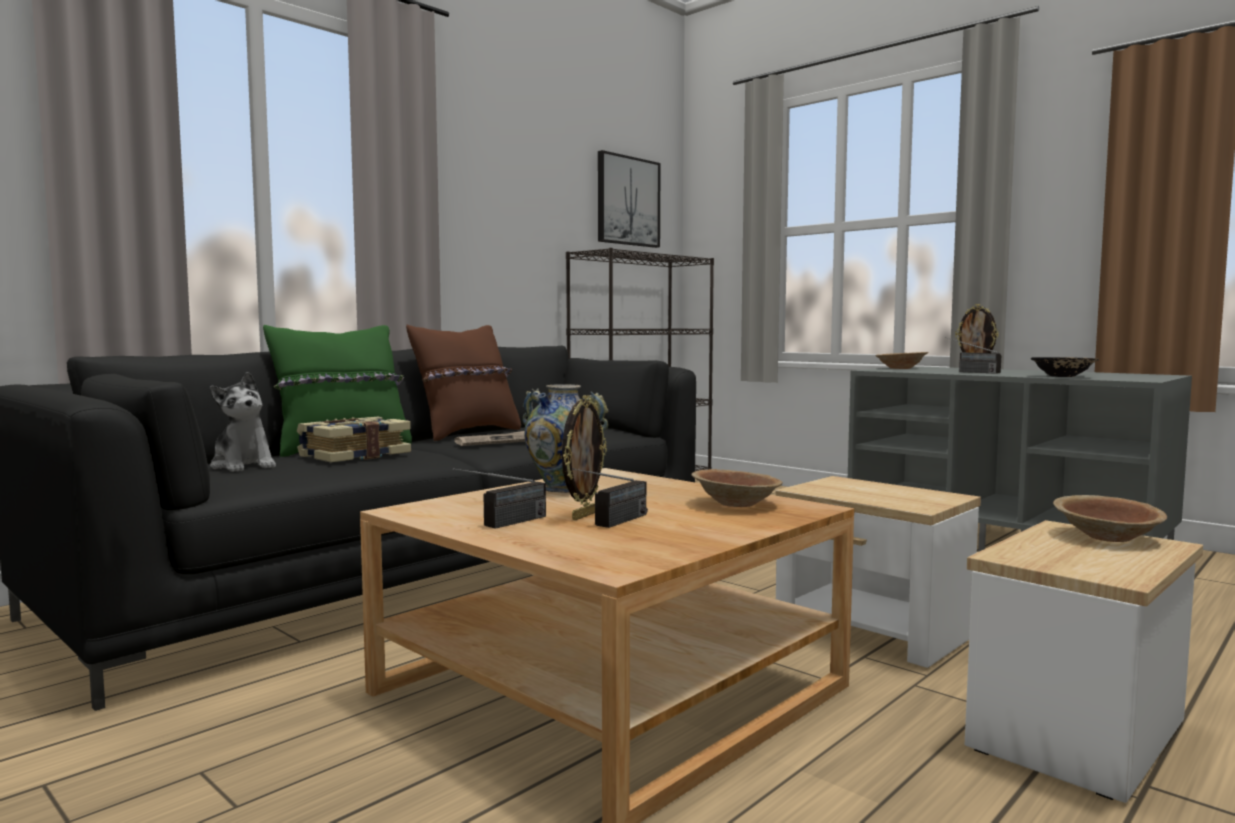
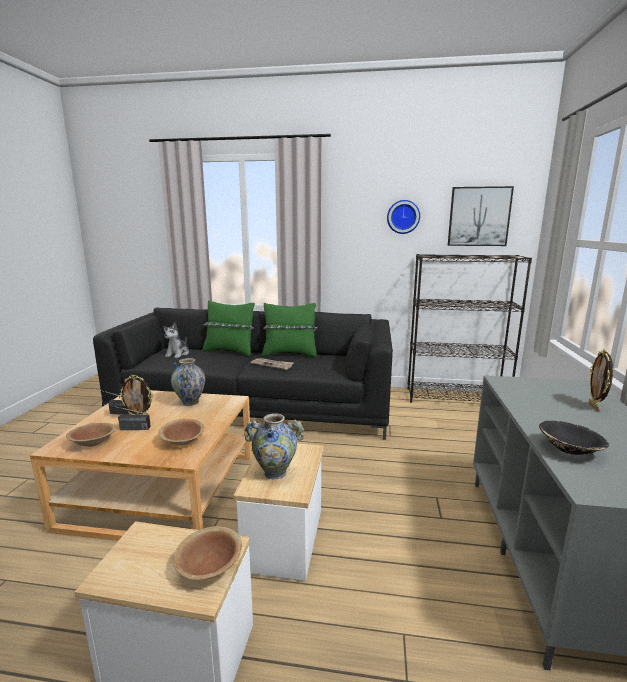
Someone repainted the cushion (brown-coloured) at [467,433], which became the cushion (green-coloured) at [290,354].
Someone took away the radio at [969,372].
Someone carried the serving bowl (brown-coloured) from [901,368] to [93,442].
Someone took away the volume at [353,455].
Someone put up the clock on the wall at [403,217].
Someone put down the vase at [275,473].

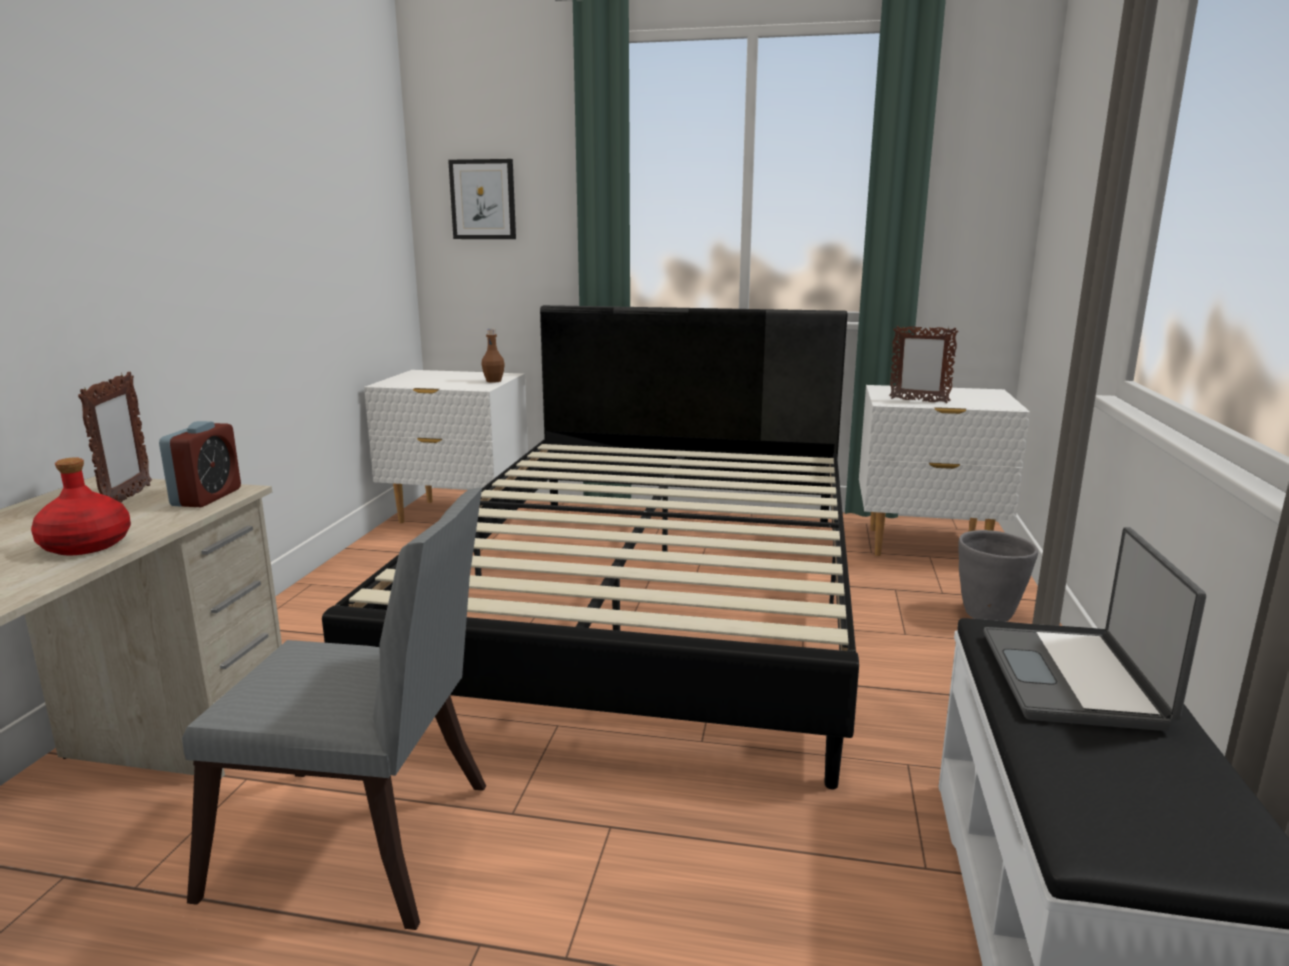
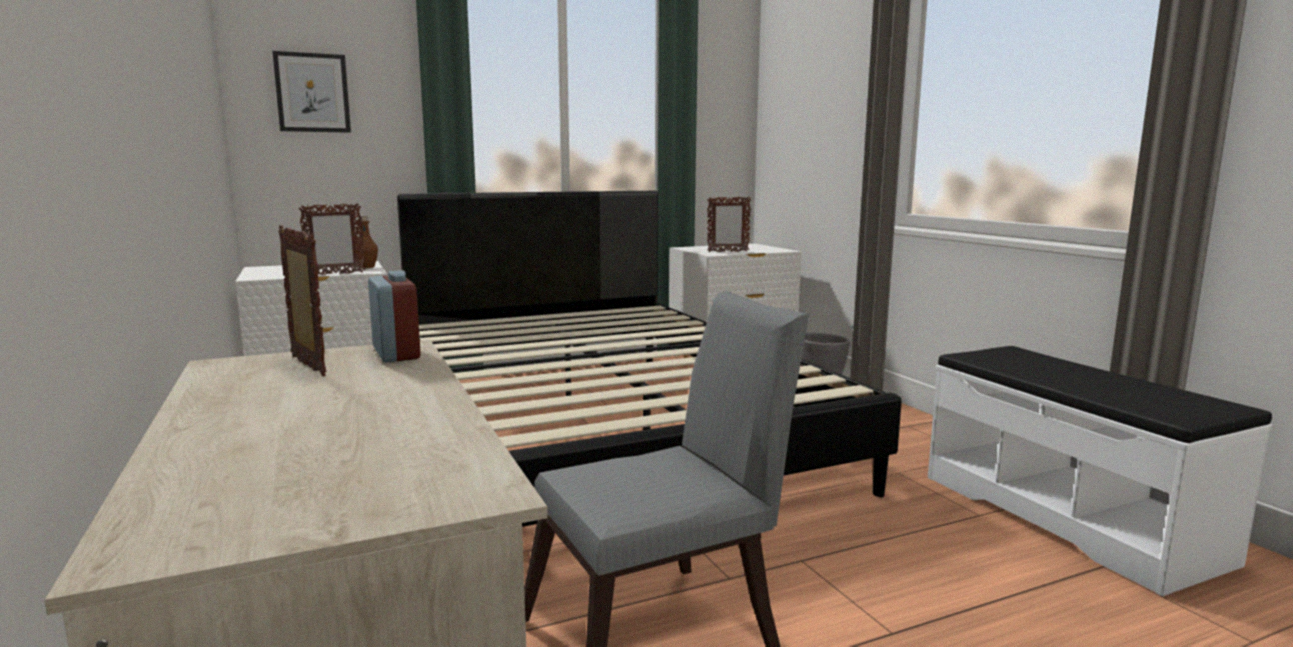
Someone took away the beverage bottle (reddish) at [87,545].
Someone took away the laptop at [1074,680].
Someone put down the picture frame at [335,274].

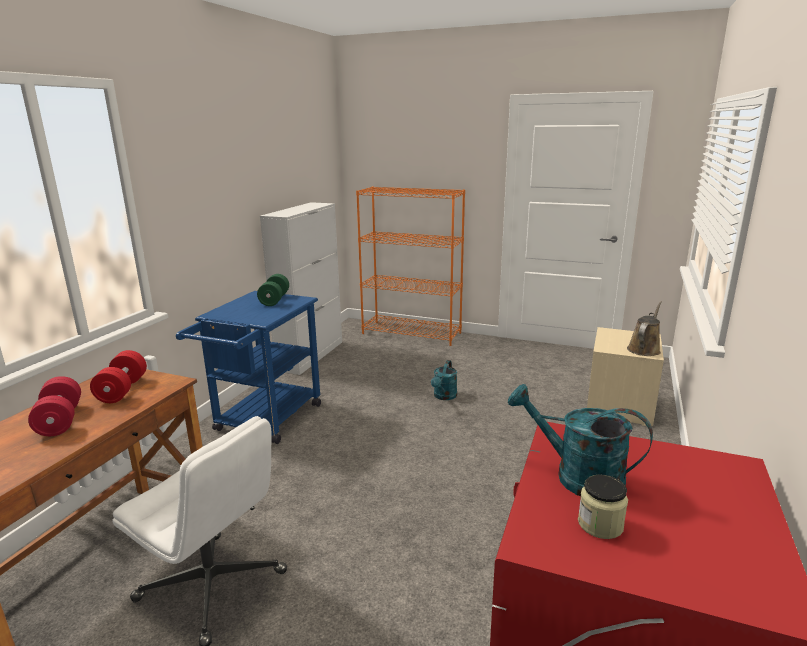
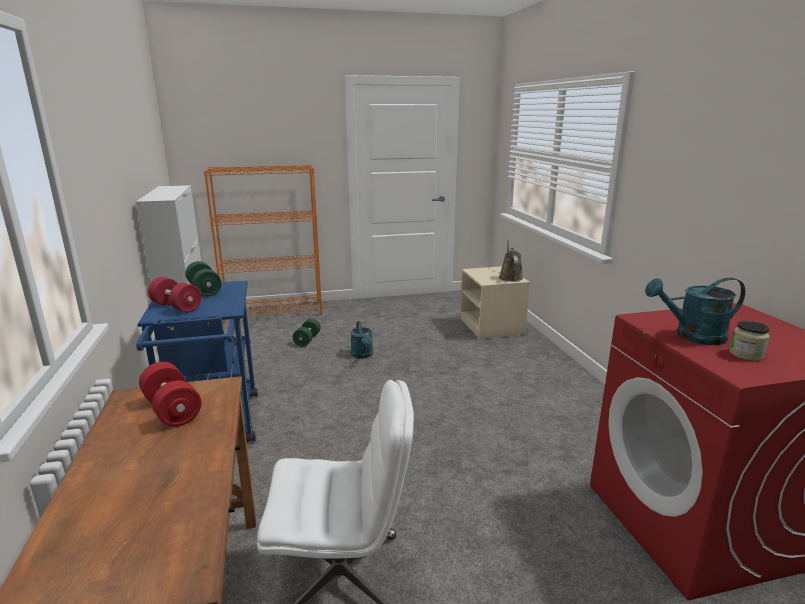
Someone carried the hand weight (reddish) from [60,420] to [176,307].
Someone put down the hand weight (green-coloured) at [307,340].

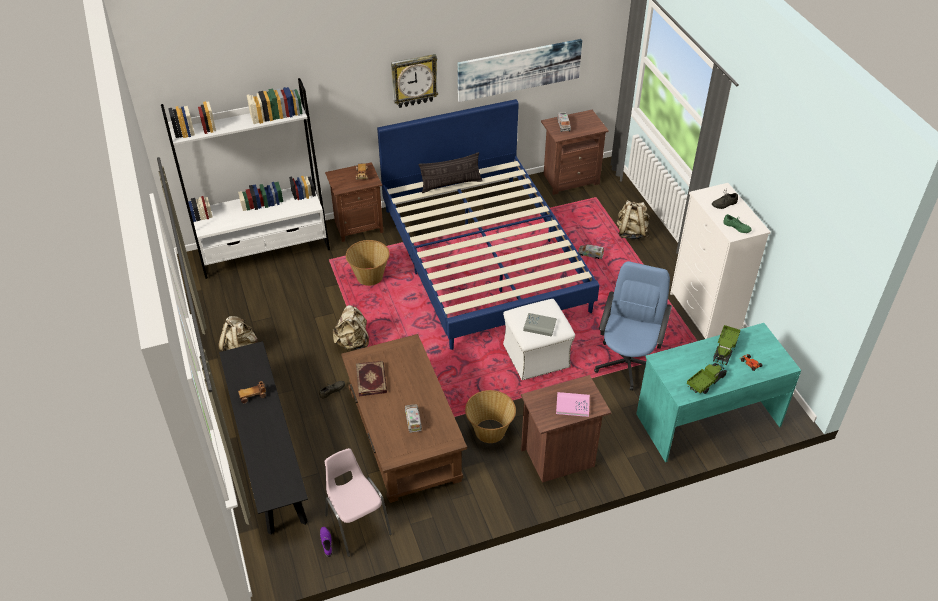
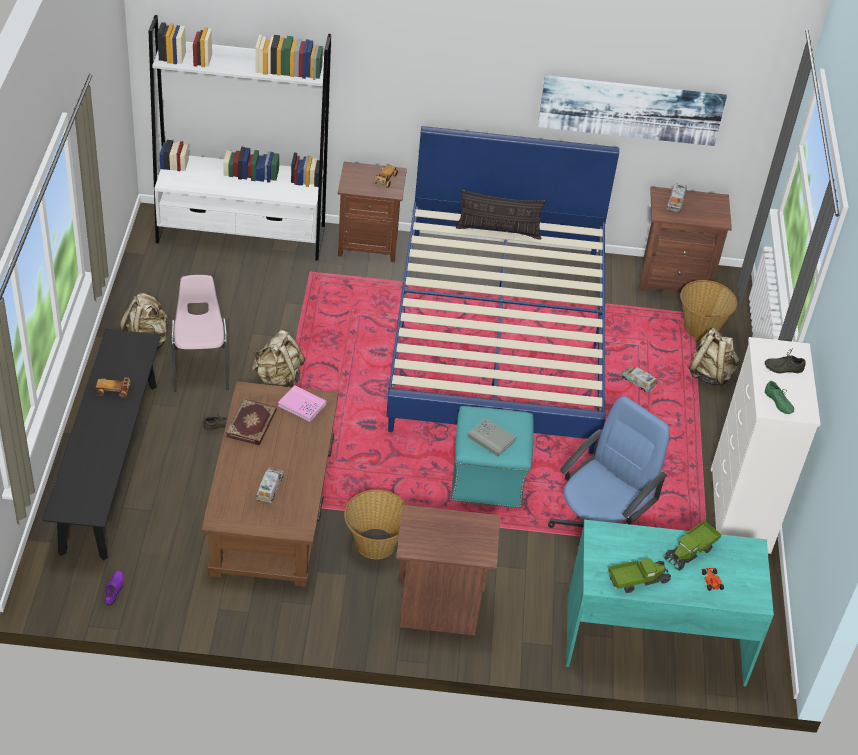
Someone took away the clock on the wall at [414,80].
Someone carried the storage basket from [369,276] to [701,328].
Someone repainted the pouffe (whitish) at [537,355], which became the pouffe (blue-green) at [489,479].
Someone carried the volume (pinkish) from [572,405] to [302,405].
Someone carried the chair (pinkish) from [357,524] to [201,368].

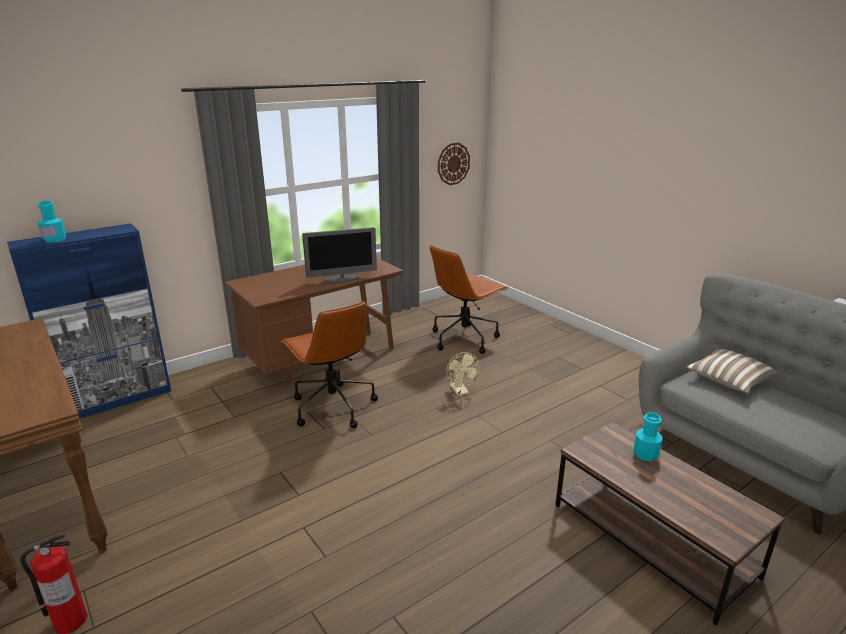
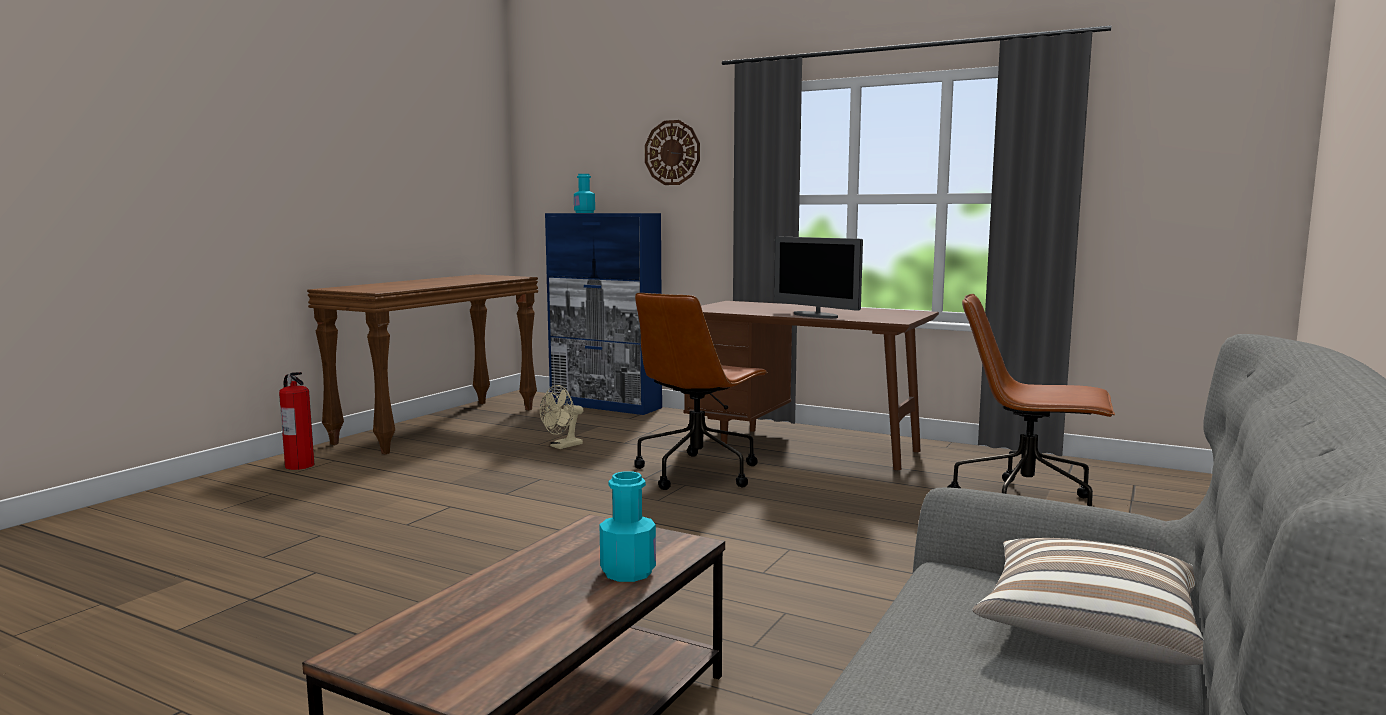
Someone carried the clock on the wall from [453,164] to [672,152].
Someone carried the fan (sand-coloured) from [460,391] to [562,446].

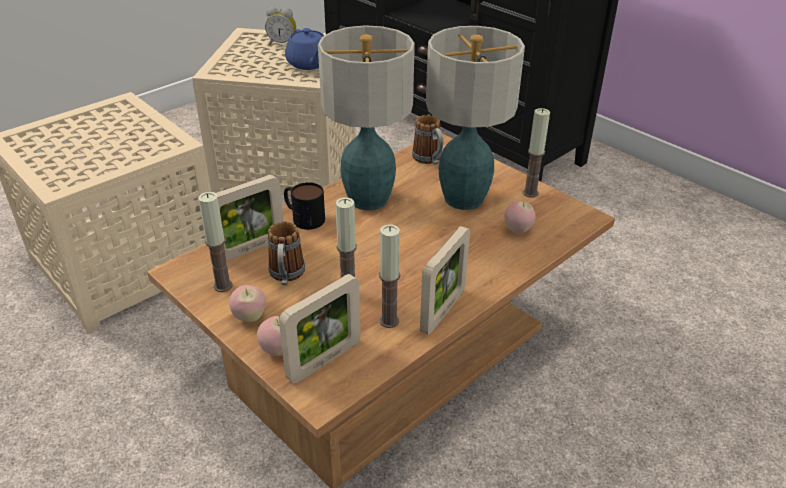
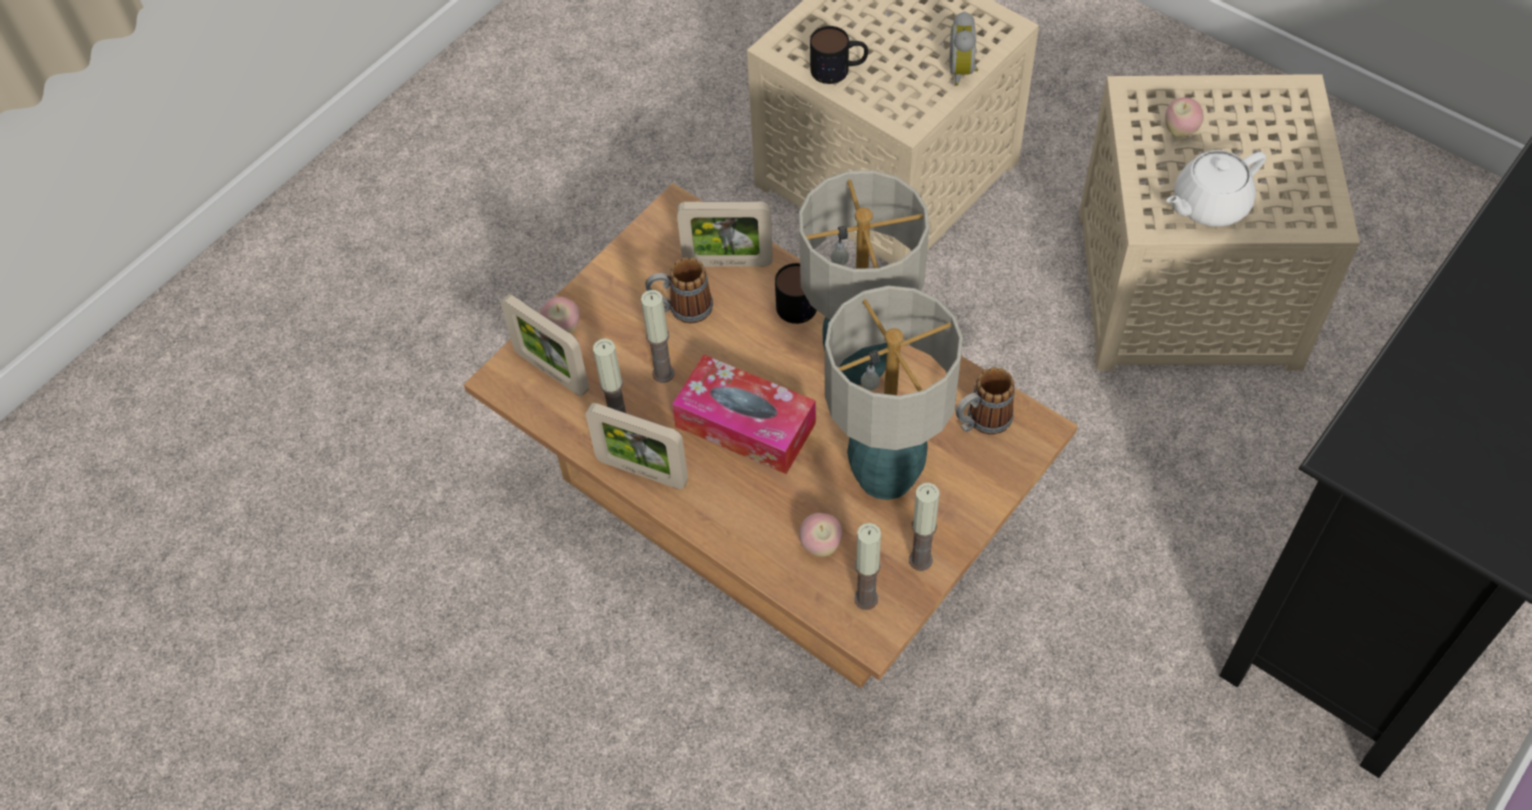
Someone carried the table clock from [282,43] to [963,71].
Someone repainted the tea pot (bluish) at [308,64], which became the tea pot (whitish) at [1208,204].
Someone rotated the picture frame at [250,248] by 45 degrees counterclockwise.
Someone carried the wax candle from [223,286] to [866,598].
Someone carried the whole apple from [249,317] to [1180,131].
Someone put down the tea mug at [839,69].
Someone put down the box of tissues at [745,425].

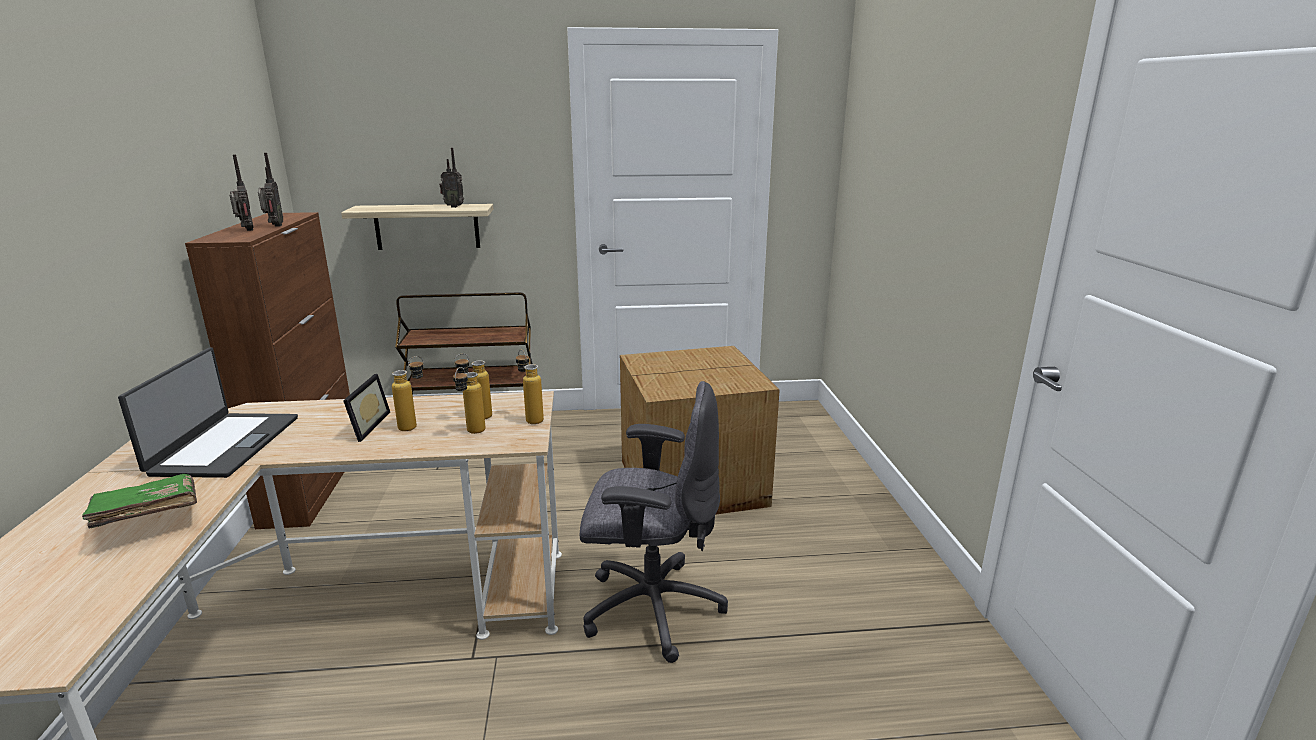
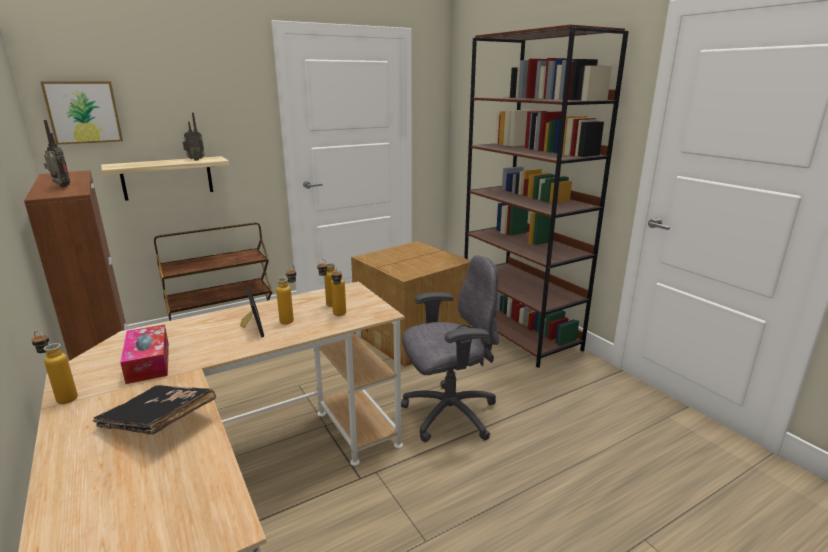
Someone took away the radio at [274,226].
Someone swapped the laptop at [224,445] for the box of tissues at [148,362].
Someone carried the beverage bottle from [531,418] to [62,397].
Someone repainted the volume (green-coloured) at [148,518], which became the volume (blackish) at [159,423].
Someone put down the bookcase (brown-coloured) at [520,334].
Someone put up the picture at [83,112].

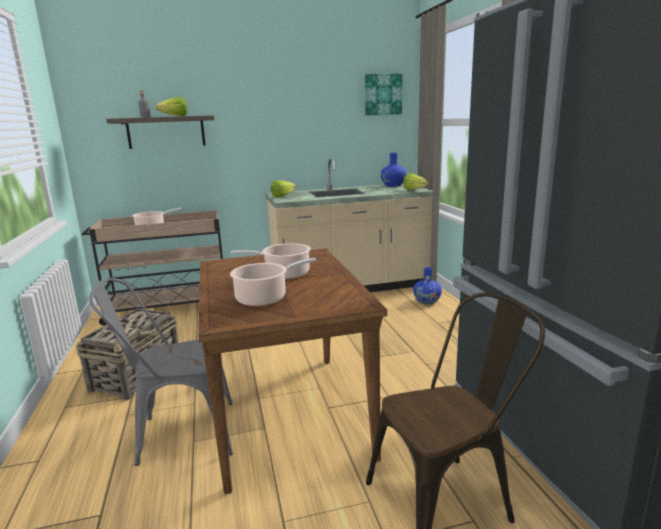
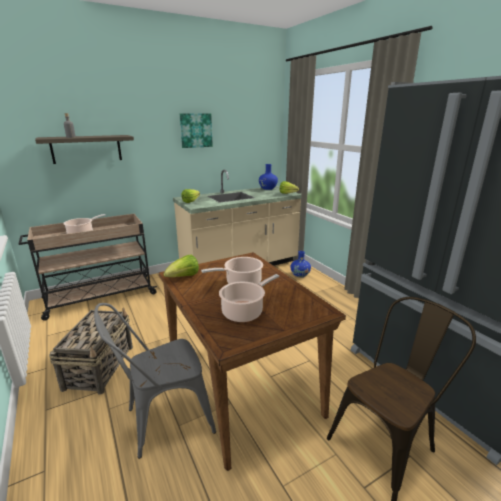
Someone carried the picture from [382,94] to [196,130].
Someone carried the lettuce from [175,116] to [183,277].

